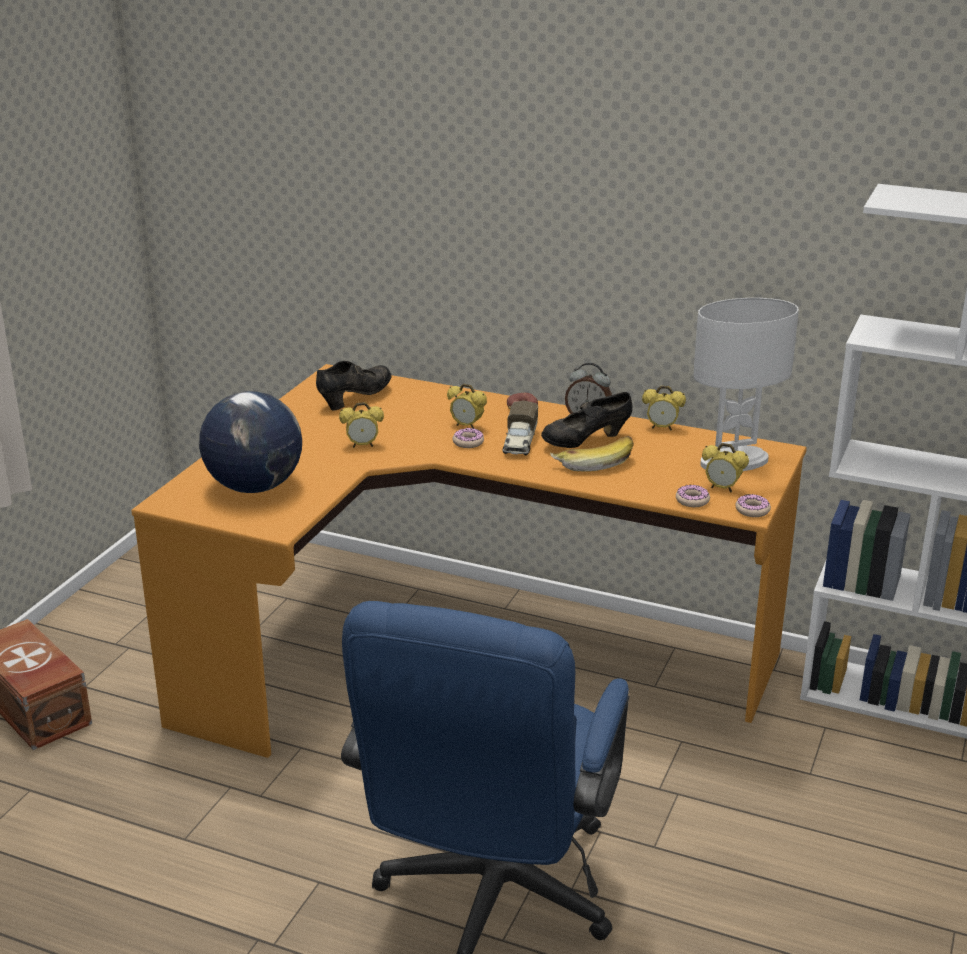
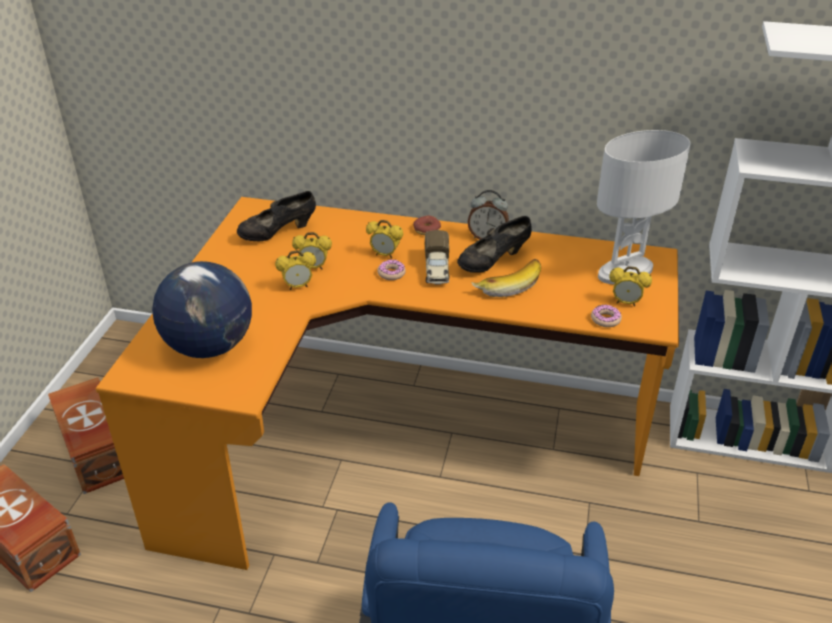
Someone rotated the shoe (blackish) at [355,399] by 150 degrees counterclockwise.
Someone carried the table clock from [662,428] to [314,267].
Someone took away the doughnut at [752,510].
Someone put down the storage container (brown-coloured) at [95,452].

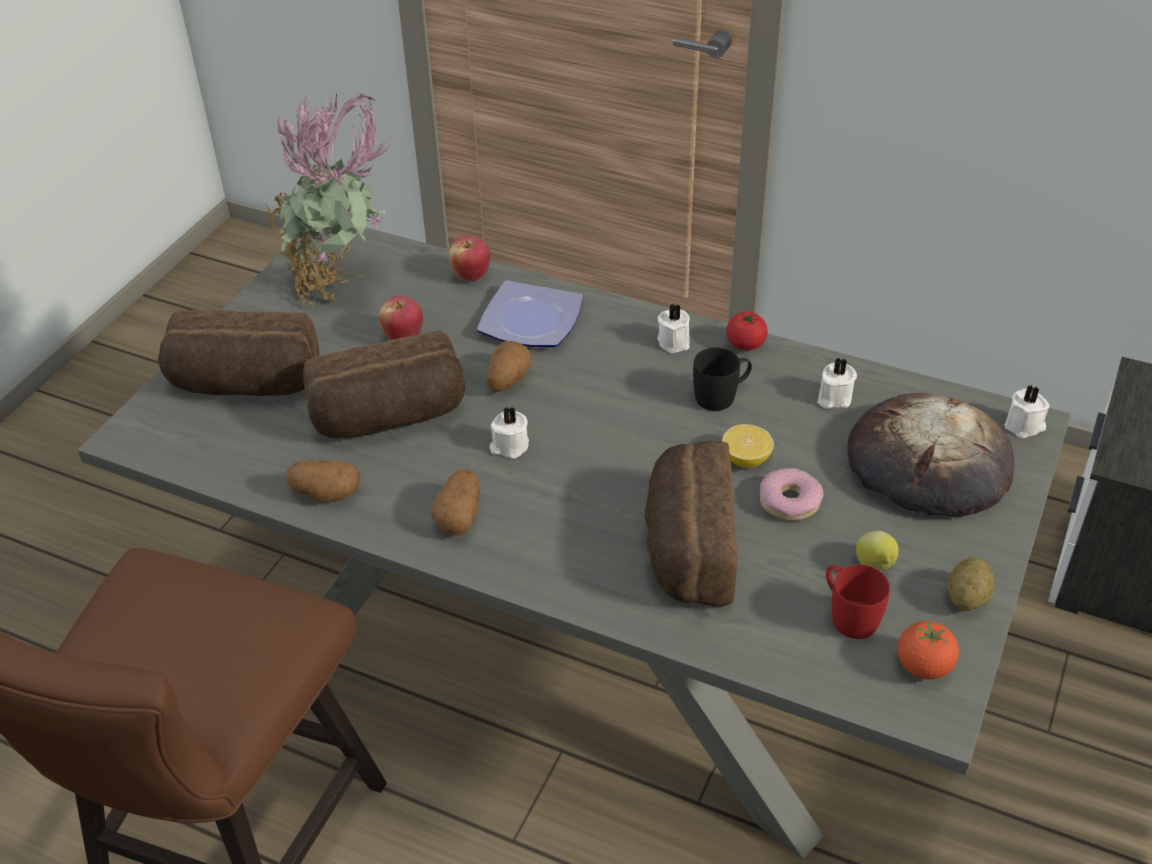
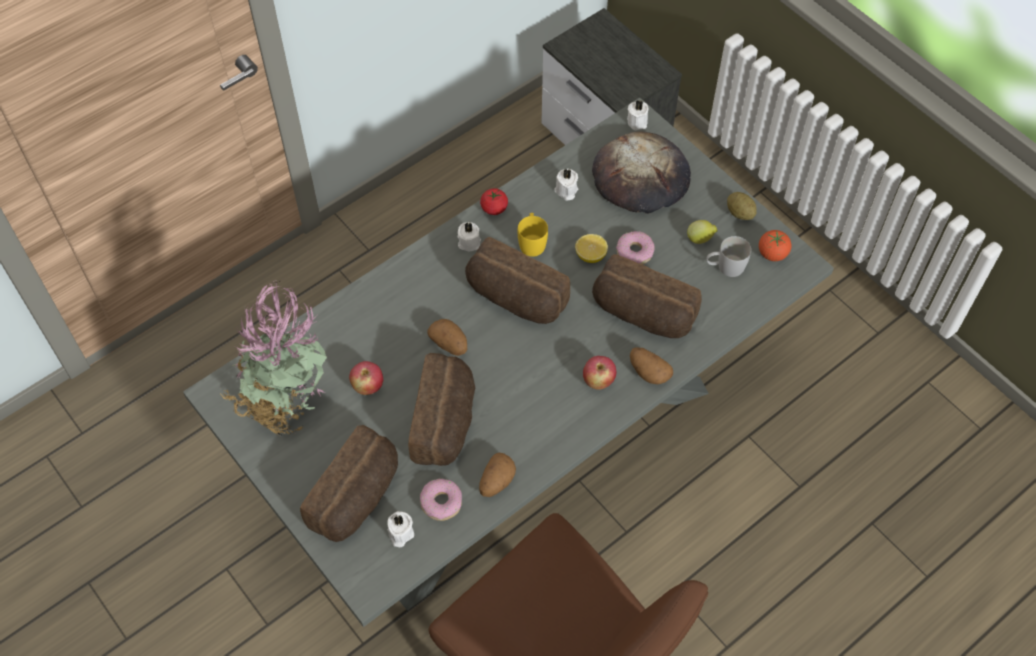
Someone carried the whole apple from [470,276] to [598,381].
Someone took away the dinner plate at [533,320].
Someone repainted the tea mug (blackish) at [722,395], which became the tea mug (yellow) at [532,241].
Someone carried the wax candle (whitish) from [509,446] to [400,534].
Someone carried the spud from [460,516] to [648,372].
Someone repainted the tea mug (reddish) at [848,614], which became the tea mug (whitish) at [725,267].
Someone put down the bread at [515,299].
Someone put down the doughnut at [441,502].

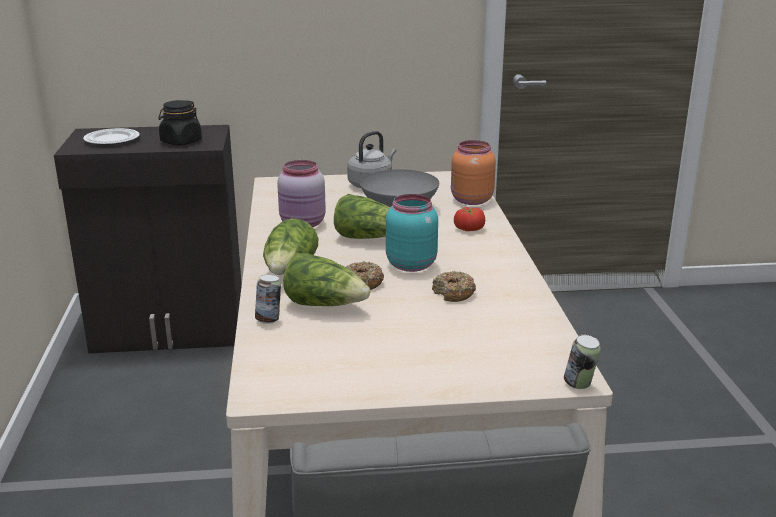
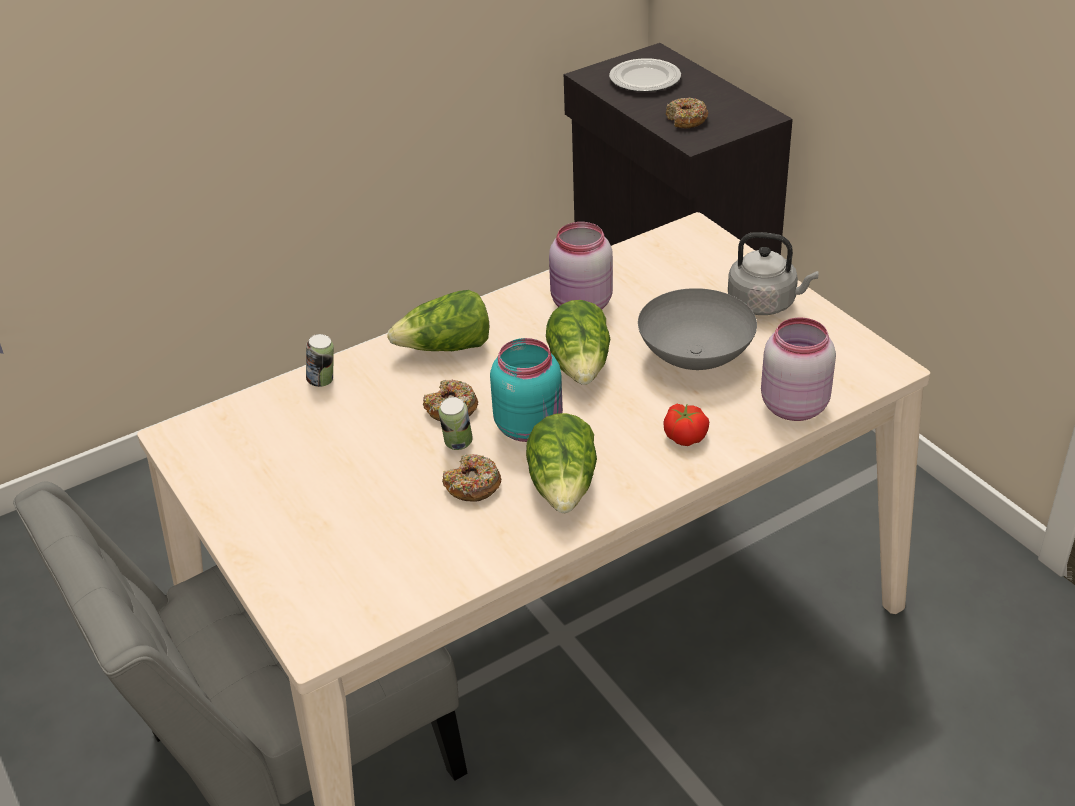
Someone swapped the storage jar (blackish) at [181,142] for the doughnut at [686,120].
Someone repainted the storage jar (orange) at [470,200], which became the storage jar (pinkish) at [792,405].
Someone carried the lettuce from [325,305] to [564,487].
Someone carried the sealed can from [579,385] to [457,445].

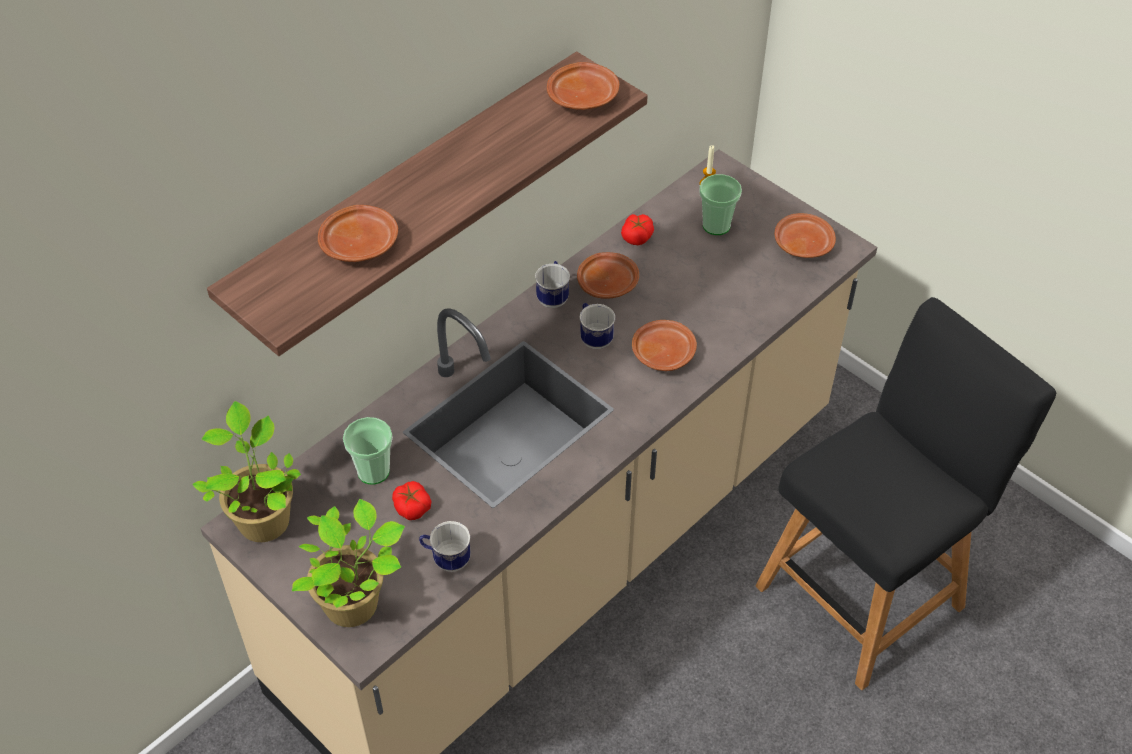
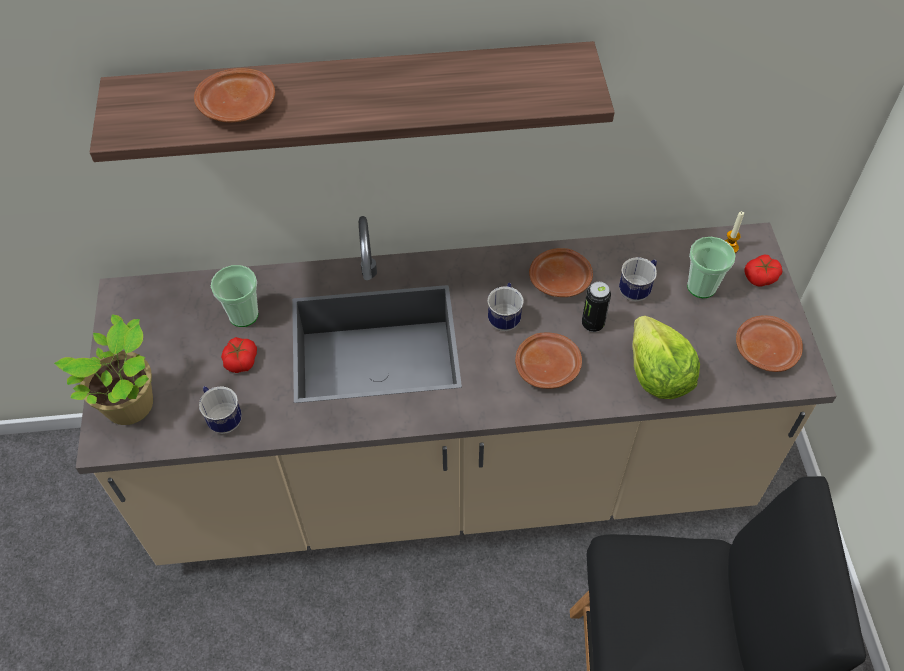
Someone took away the dinner plate (brown-coloured) at [583,97].
Someone carried the tomato from [637,236] to [760,277].
Someone carried the tea mug from [553,296] to [637,290].
Someone took away the plant in a pot at [263,518].
Someone put down the sealed can at [592,324].
Someone put down the lettuce at [657,374].

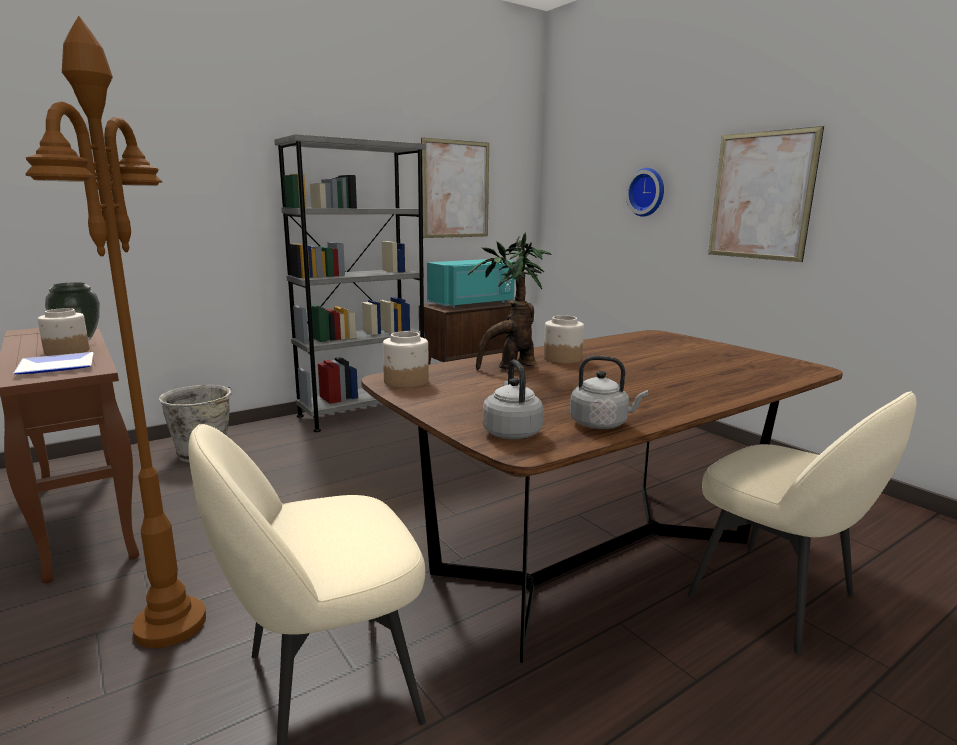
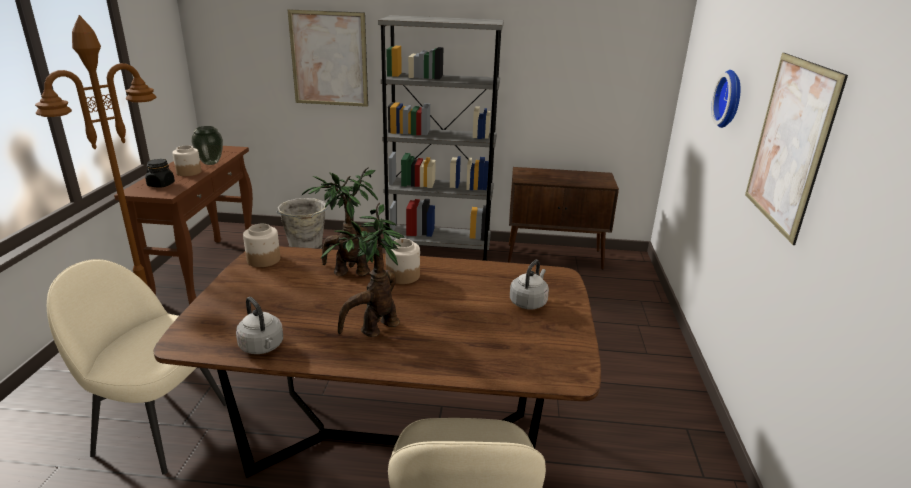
Someone carried the picture from [455,189] to [329,59].
Someone took away the kitchen microwave (blue-green) at [473,304].
Someone swapped the dinner plate at [54,366] for the storage jar (blackish) at [161,185].
Someone carried the kettle (gray) from [511,432] to [529,302].
Someone put down the plant in a pot at [373,329].

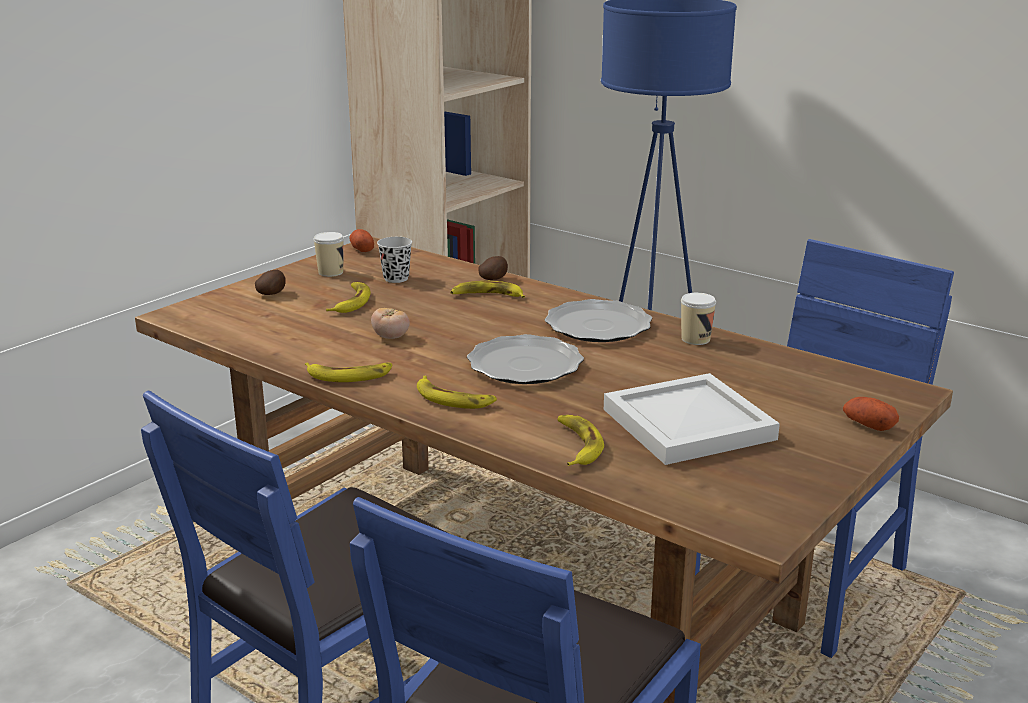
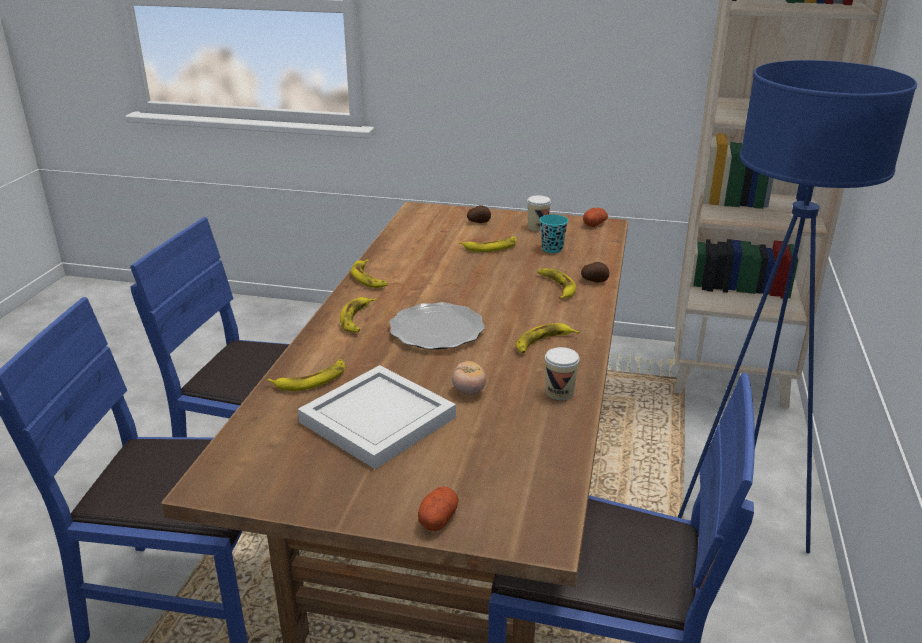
Someone repainted the cup (blackish) at [396,278], which became the cup (blue-green) at [552,249].
Someone swapped the dinner plate at [598,326] for the whole banana at [543,343].
Someone carried the tomato from [390,337] to [469,391].

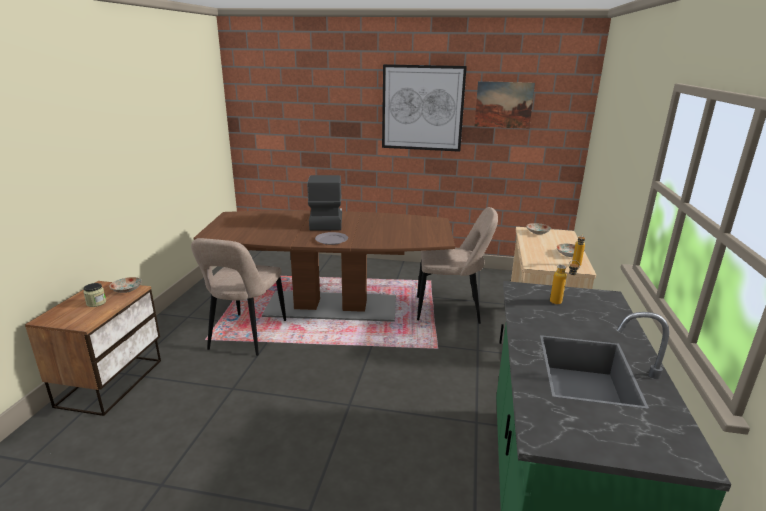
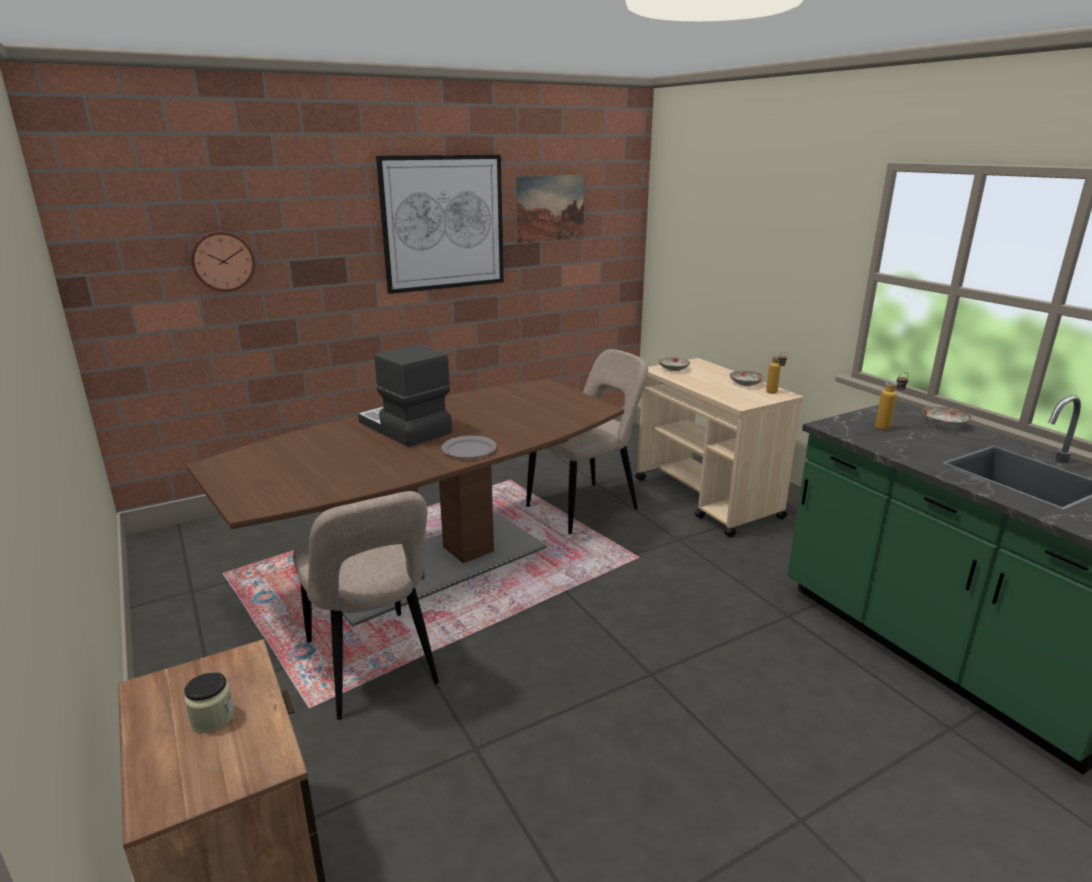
Someone carried the dinner plate from [127,290] to [944,424].
Someone put up the clock on the wall at [222,261].

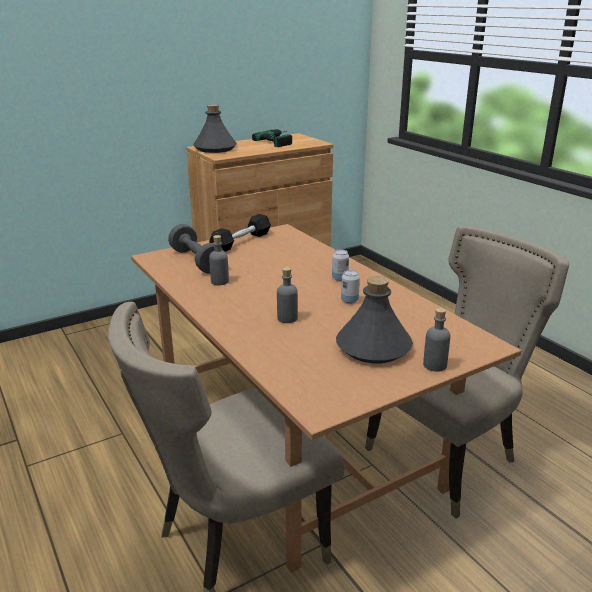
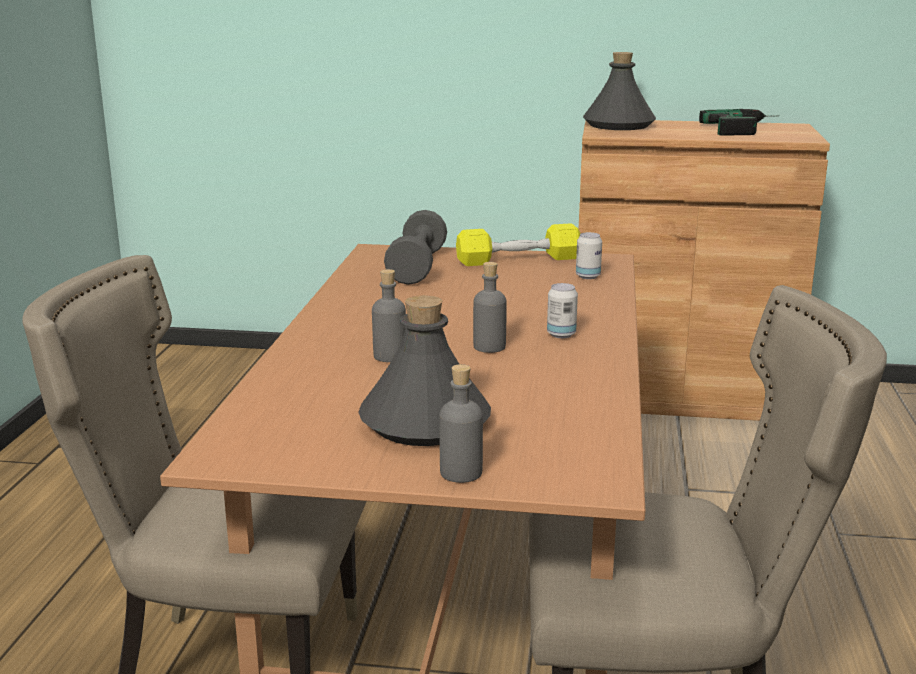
Someone repainted the hand weight (blackish) at [241,242], which became the hand weight (yellow) at [518,260].
Someone carried the beverage bottle (gray) from [219,281] to [489,347].
Someone carried the sealed can from [349,300] to [588,276].

